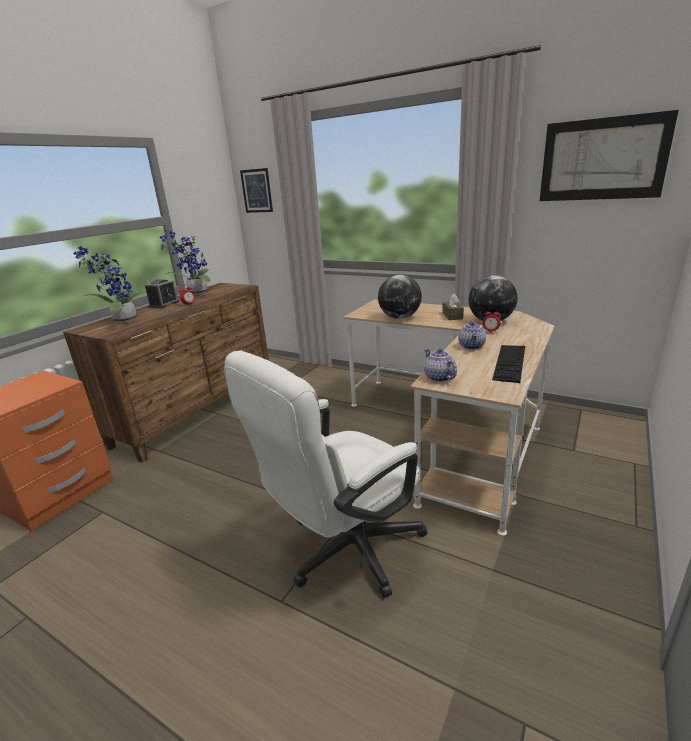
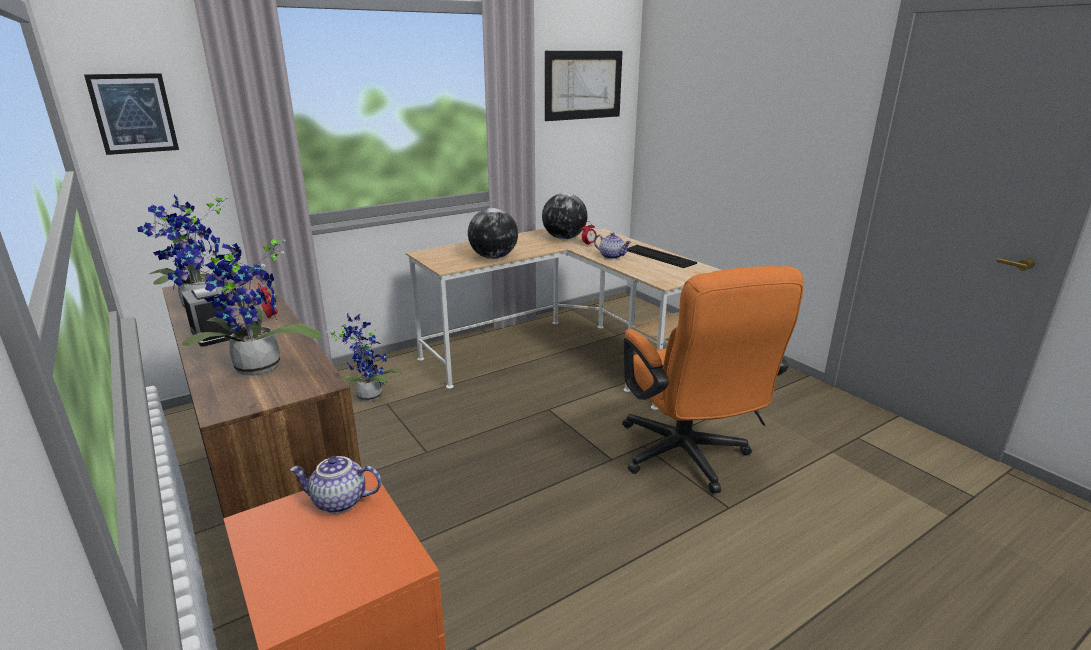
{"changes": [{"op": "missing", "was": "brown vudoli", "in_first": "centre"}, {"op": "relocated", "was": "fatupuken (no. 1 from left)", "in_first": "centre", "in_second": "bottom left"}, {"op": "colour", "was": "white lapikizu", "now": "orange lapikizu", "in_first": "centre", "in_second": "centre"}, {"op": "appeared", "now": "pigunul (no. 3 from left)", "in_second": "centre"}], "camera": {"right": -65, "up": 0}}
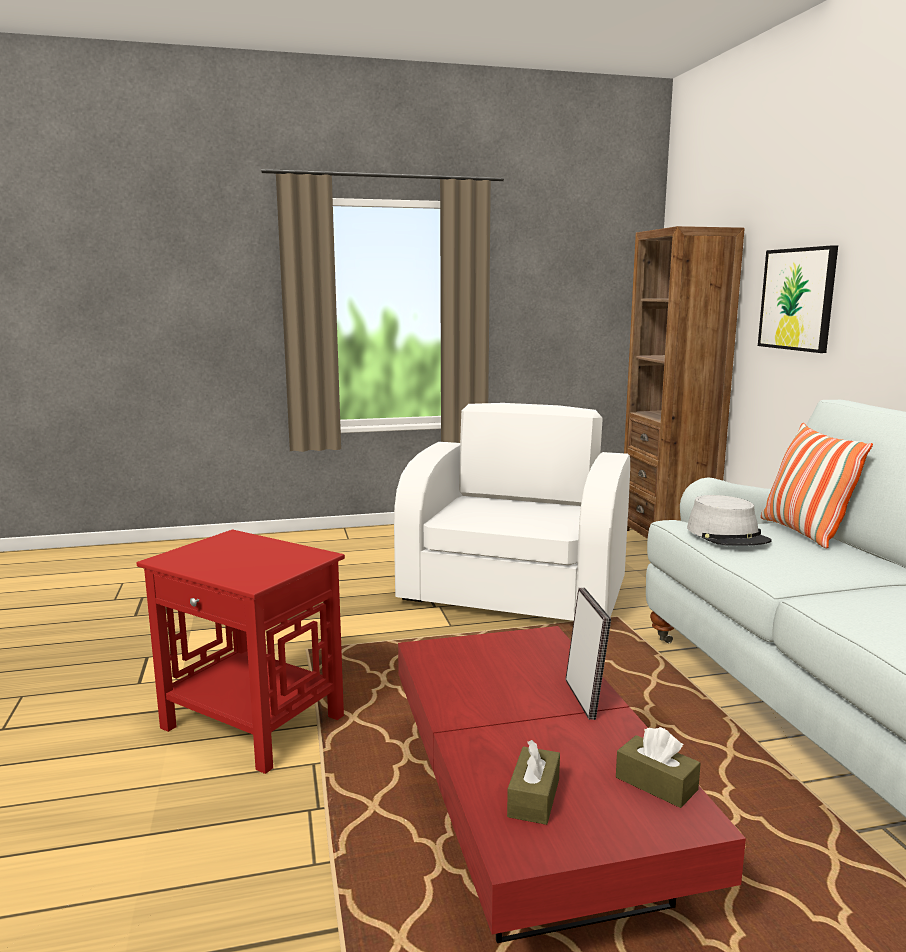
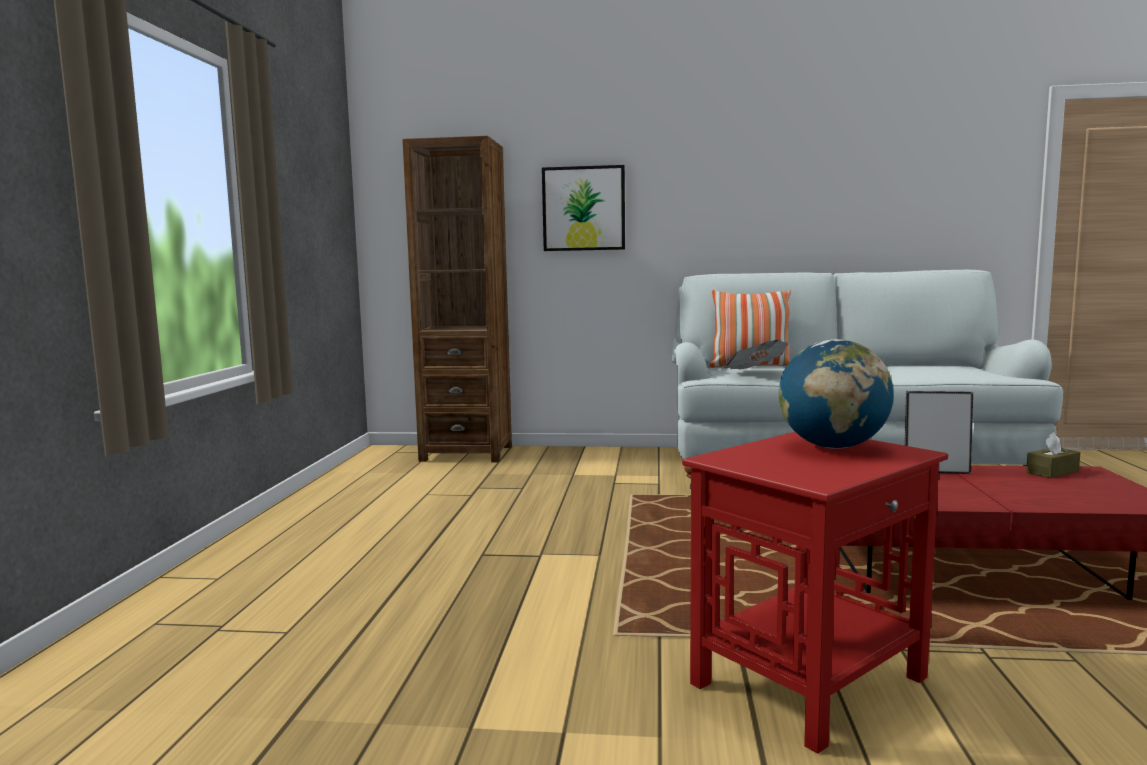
{"changes": [{"op": "missing", "was": "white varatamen", "in_first": "centre"}, {"op": "exchanged", "was": "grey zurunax", "now": "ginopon", "in_first": "middle right", "in_second": "centre"}, {"op": "missing", "was": "brown vudoli (no. 1 from left)", "in_first": "bottom centre"}, {"op": "appeared", "now": "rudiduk", "in_second": "middle right"}], "camera": {"right": -70, "up": -5}}
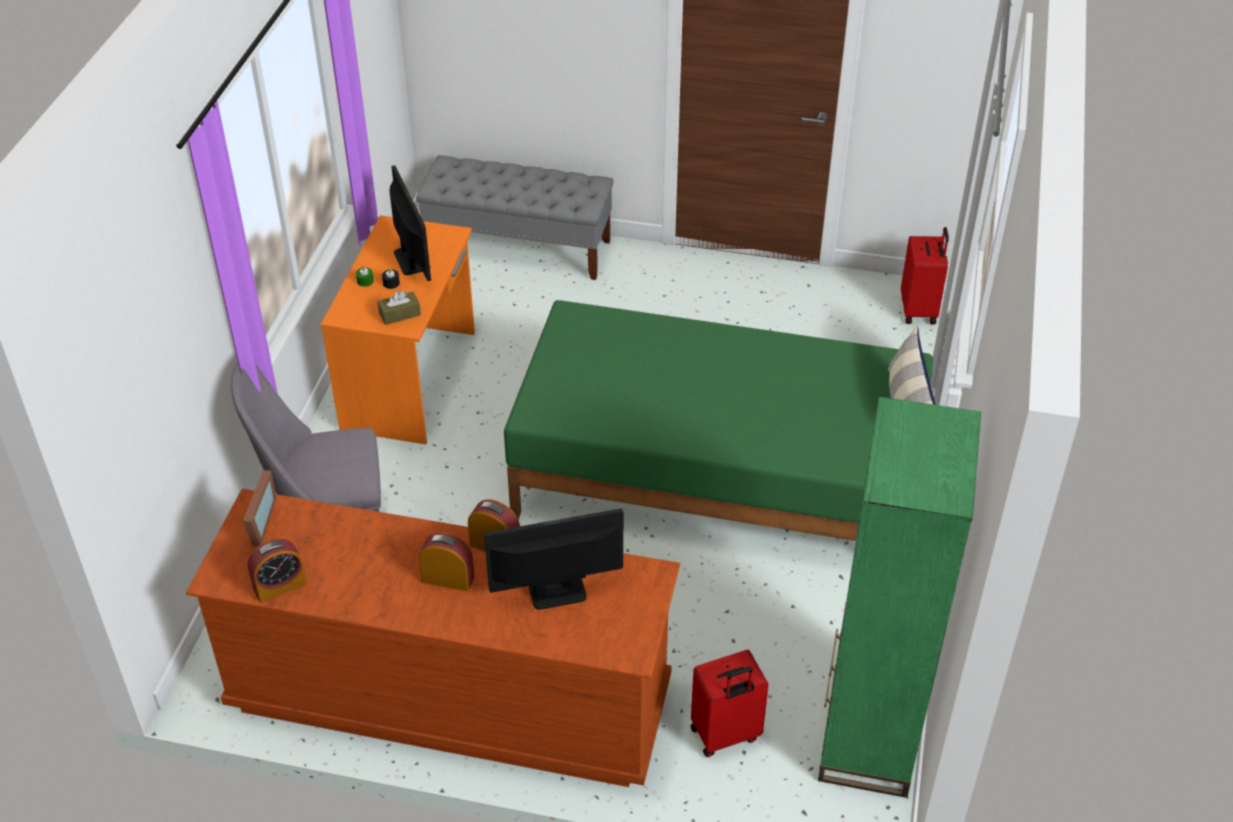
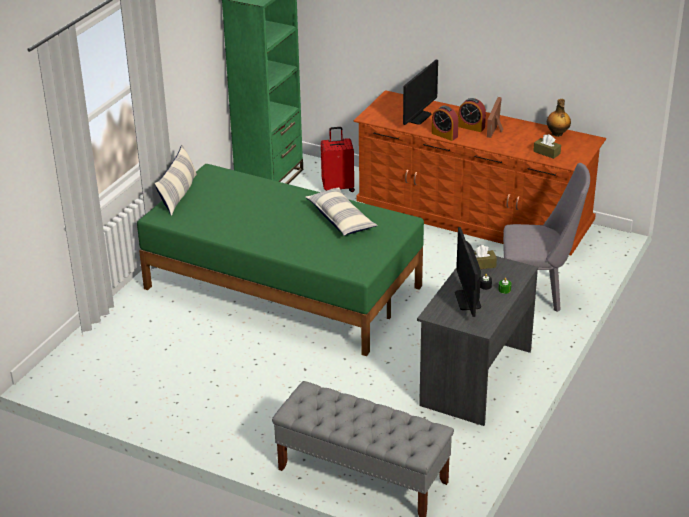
{"changes": [{"op": "colour", "was": "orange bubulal", "now": "grey bubulal", "in_first": "middle left", "in_second": "middle right"}, {"op": "missing", "was": "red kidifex (no. 2 from left)", "in_first": "middle right"}, {"op": "relocated", "was": "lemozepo", "in_first": "middle left", "in_second": "top right"}, {"op": "spun", "was": "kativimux (no. 2 from left in the first image)", "in_first": "bottom centre", "in_second": "top centre", "clockwise": -60}, {"op": "exchanged", "was": "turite (no. 1 from left)", "now": "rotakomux", "in_first": "bottom left", "in_second": "top right"}, {"op": "appeared", "now": "brown vudoli (no. 2 from left)", "in_second": "top right"}, {"op": "appeared", "now": "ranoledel (no. 2 from left)", "in_second": "centre"}], "camera": {"right": -165, "up": -10}}
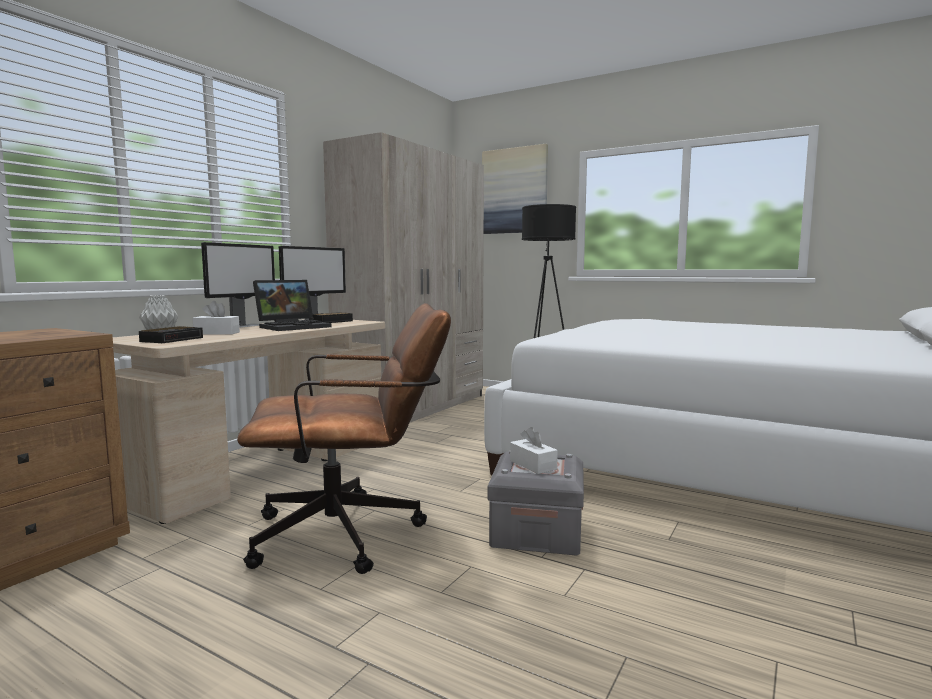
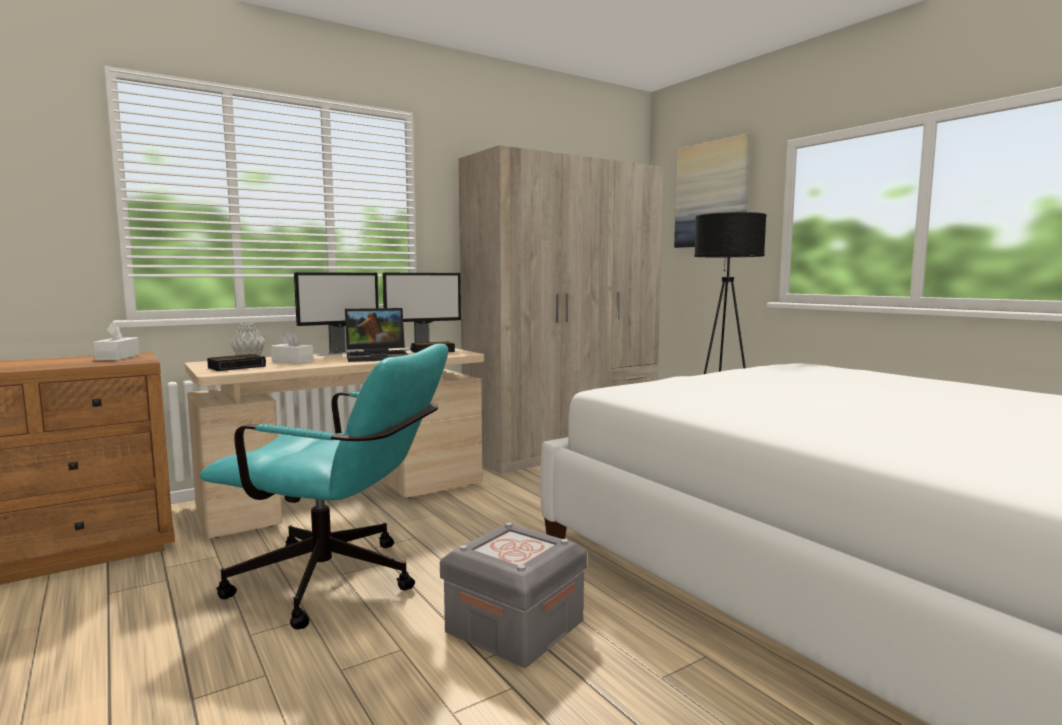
{"changes": [{"op": "colour", "was": "brown lapikizu", "now": "turquoise lapikizu", "in_first": "centre", "in_second": "bottom left"}, {"op": "relocated", "was": "white vudoli (no. 2 from left in the first image)", "now": "white vudoli (no. 1 from left)", "in_first": "centre", "in_second": "middle left"}], "camera": {"right": 25, "up": 0}}
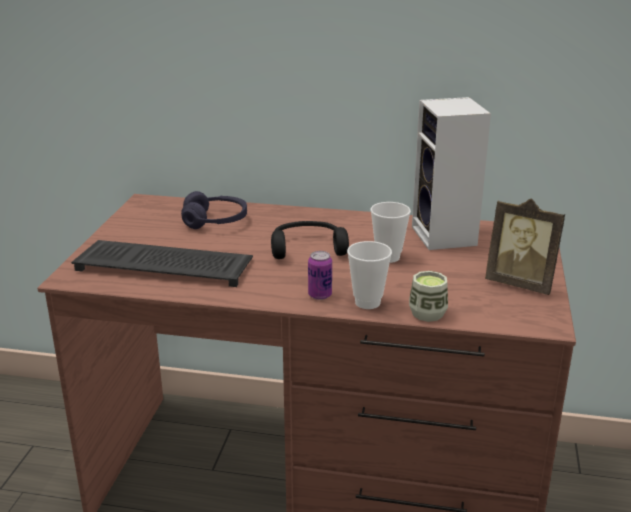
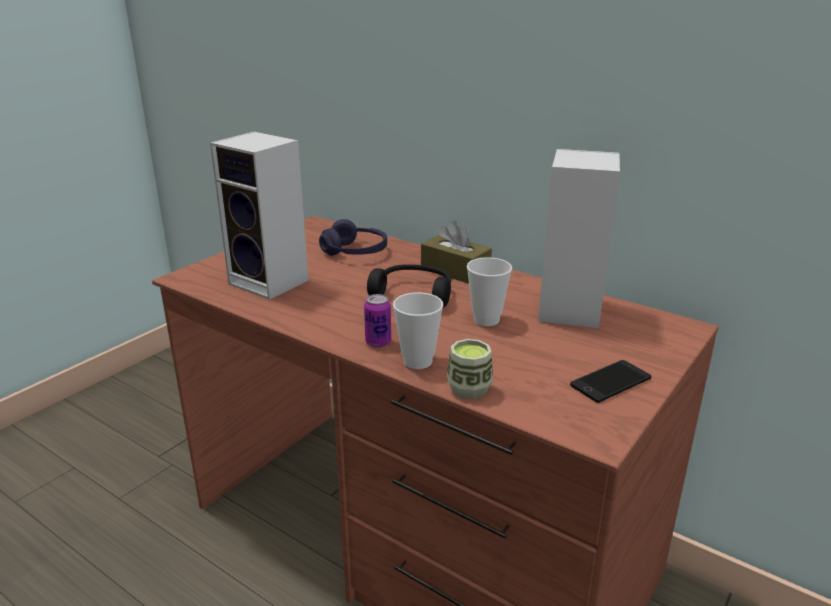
{"changes": [{"op": "exchanged", "was": "lemozepo", "now": "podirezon", "in_first": "middle right", "in_second": "middle right"}, {"op": "exchanged", "was": "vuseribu", "now": "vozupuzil (no. 1 from left)", "in_first": "middle left", "in_second": "middle left"}, {"op": "appeared", "now": "brown vudoli", "in_second": "centre"}], "camera": {"right": 25, "up": 0}}
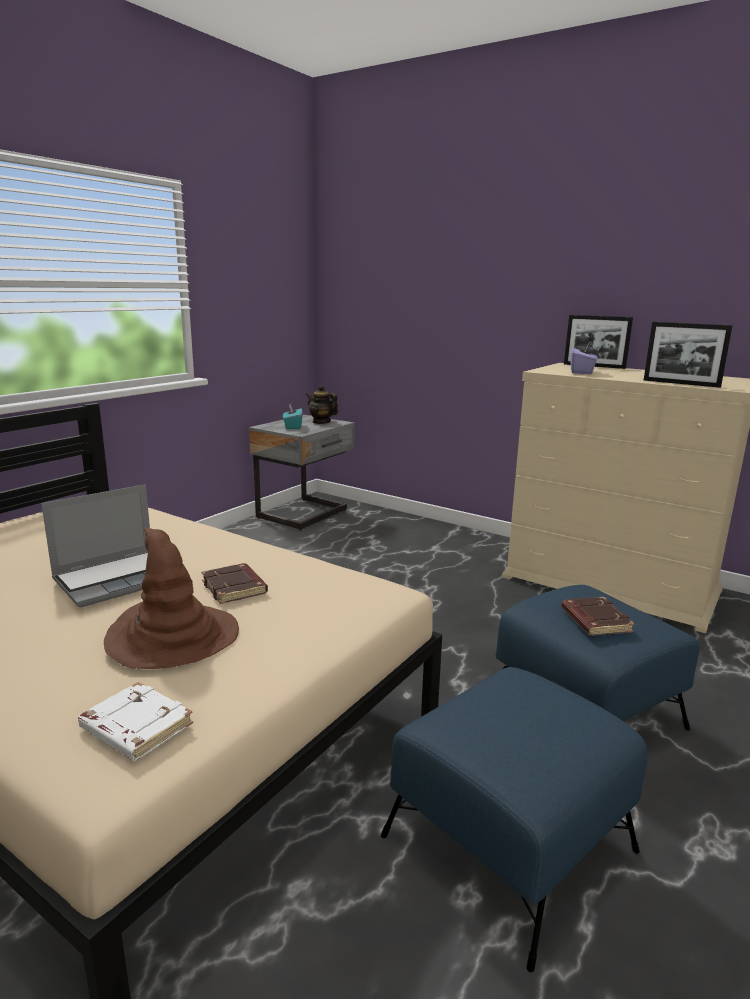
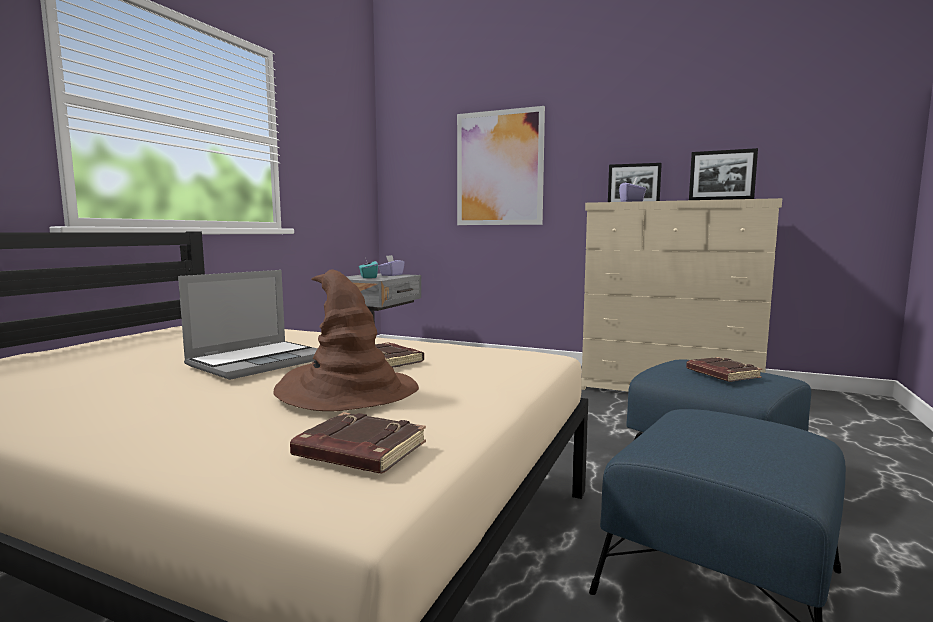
{"changes": [{"op": "exchanged", "was": "fatupuken", "now": "purple vudoli (no. 1 from left)", "in_first": "centre", "in_second": "centre"}, {"op": "colour", "was": "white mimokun", "now": "brown mimokun (no. 1 from left)", "in_first": "bottom left", "in_second": "bottom centre"}, {"op": "appeared", "now": "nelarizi", "in_second": "top centre"}], "camera": {"right": -10, "up": -10}}
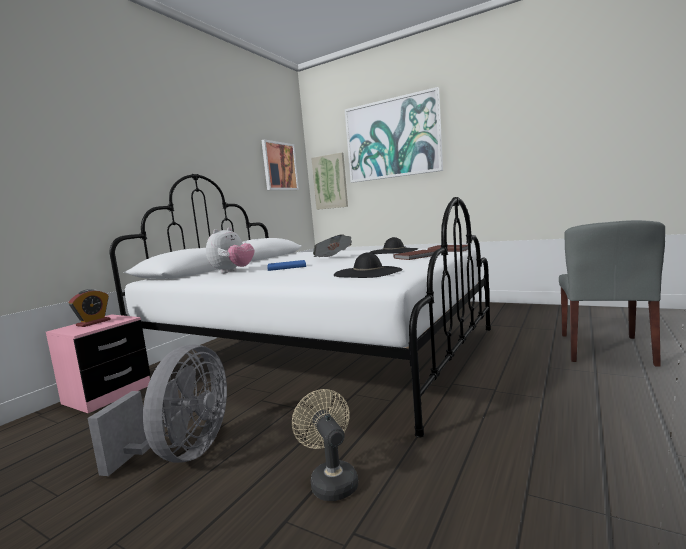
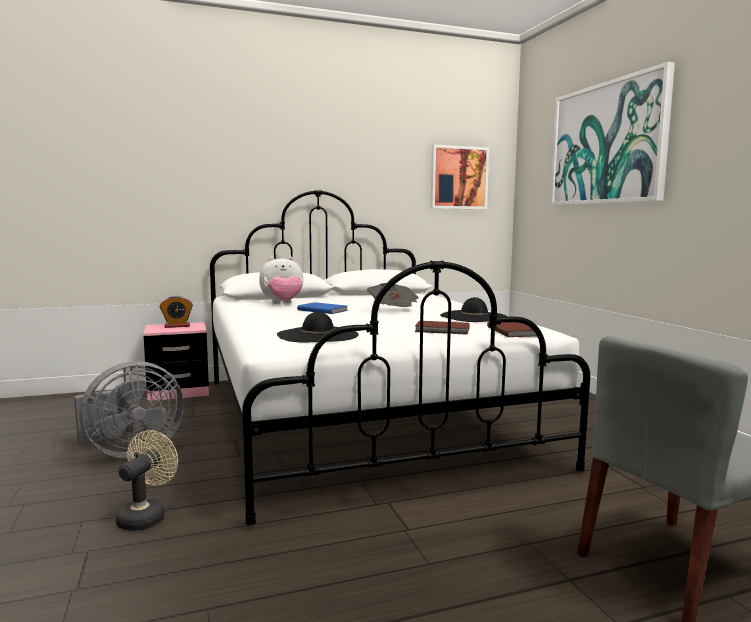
{"changes": [{"op": "missing", "was": "nelarizi (no. 2 from left)", "in_first": "top centre"}], "camera": {"right": 40, "up": 0}}
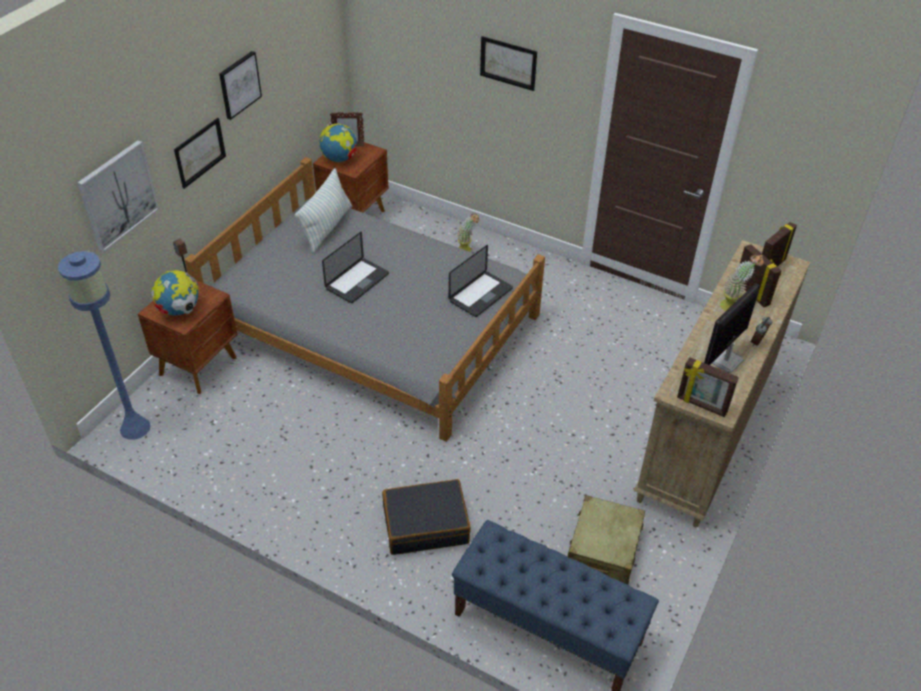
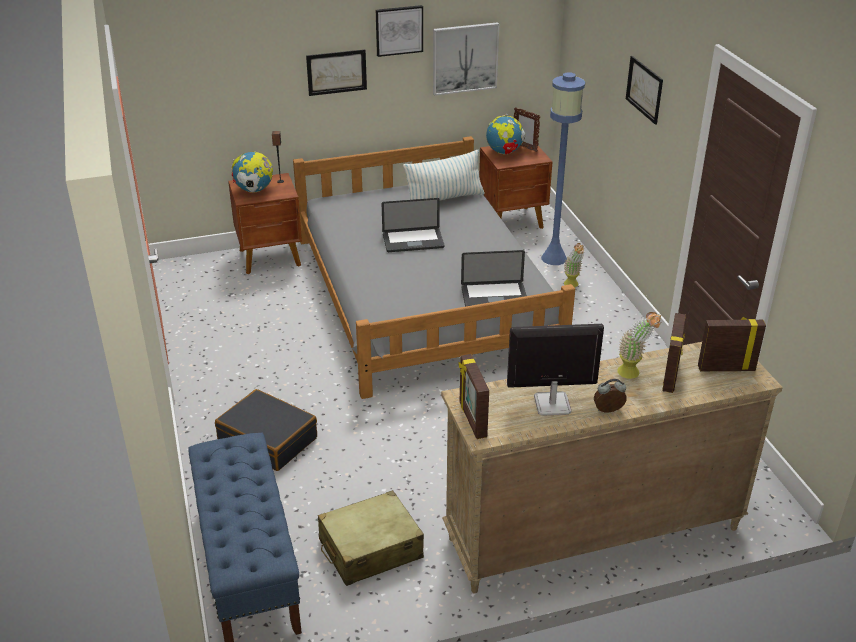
{"changes": [{"op": "relocated", "was": "nelarizi (no. 1 from left in the first image)", "now": "nelarizi (no. 3 from left)", "in_first": "top left", "in_second": "top centre"}, {"op": "relocated", "was": "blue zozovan", "in_first": "middle left", "in_second": "top centre"}], "camera": {"right": 45, "up": -10}}
